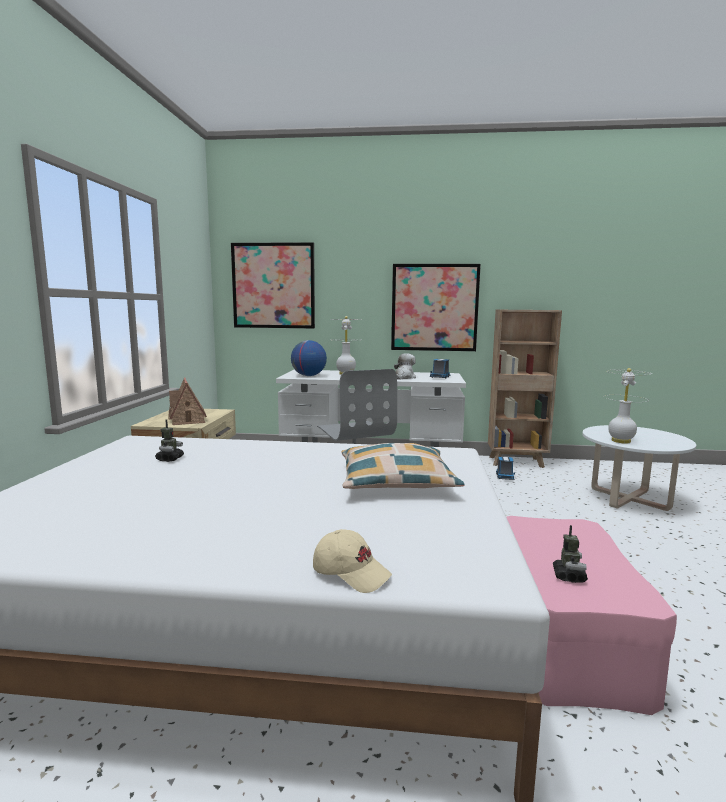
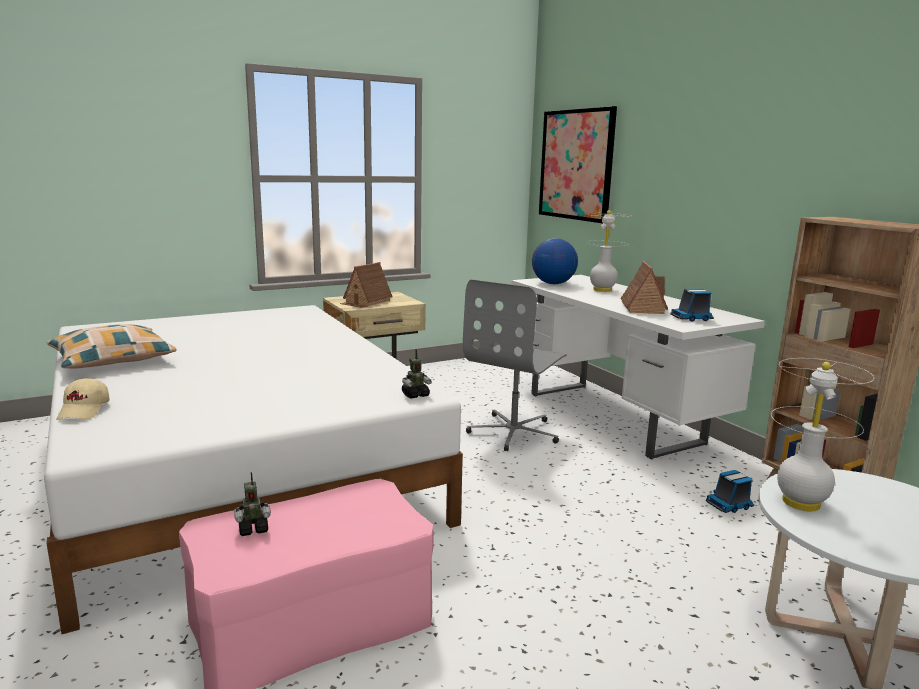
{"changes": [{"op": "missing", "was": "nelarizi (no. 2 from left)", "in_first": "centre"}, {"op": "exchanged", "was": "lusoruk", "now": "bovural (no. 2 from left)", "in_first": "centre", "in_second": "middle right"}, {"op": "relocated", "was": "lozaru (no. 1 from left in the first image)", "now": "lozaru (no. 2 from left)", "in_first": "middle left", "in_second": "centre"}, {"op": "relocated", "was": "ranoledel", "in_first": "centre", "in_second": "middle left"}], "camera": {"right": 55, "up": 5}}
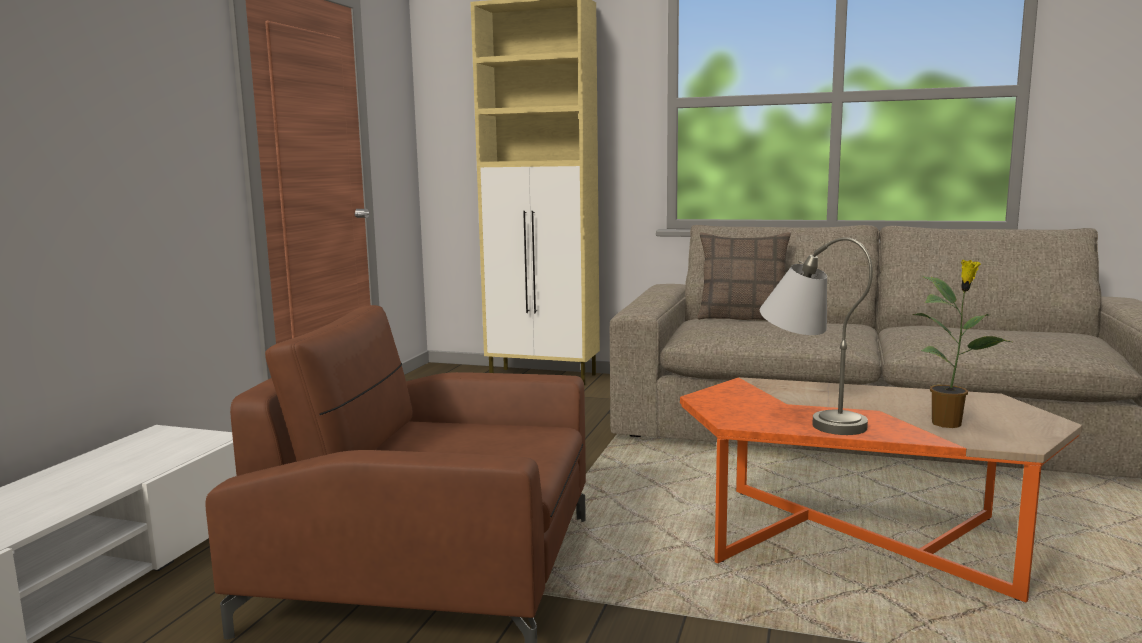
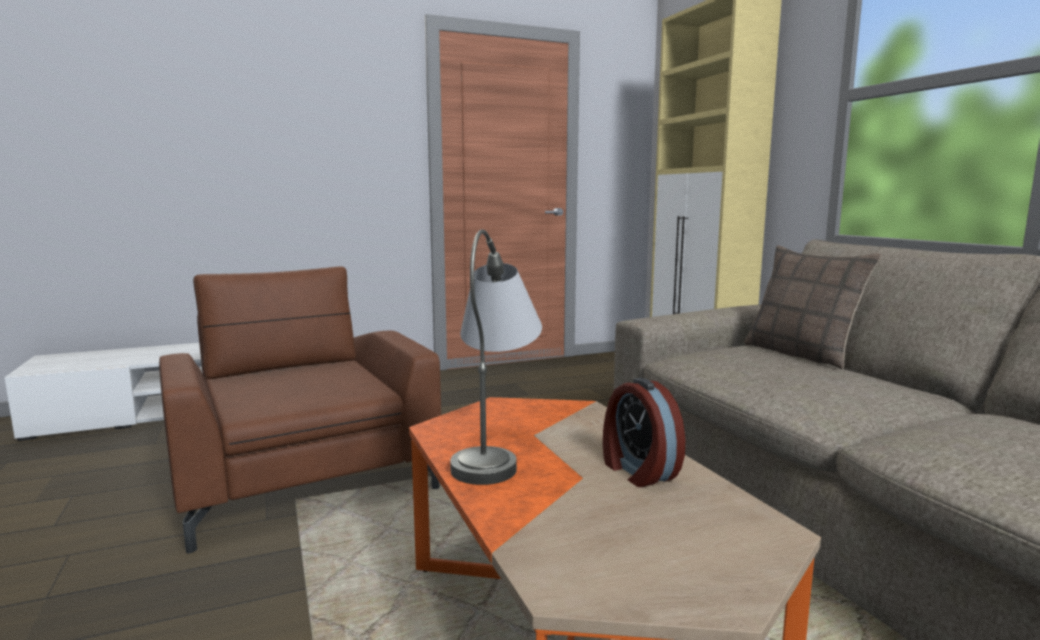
{"changes": [{"op": "missing", "was": "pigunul", "in_first": "middle right"}, {"op": "appeared", "now": "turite", "in_second": "bottom centre"}], "camera": {"right": 50, "up": 0}}
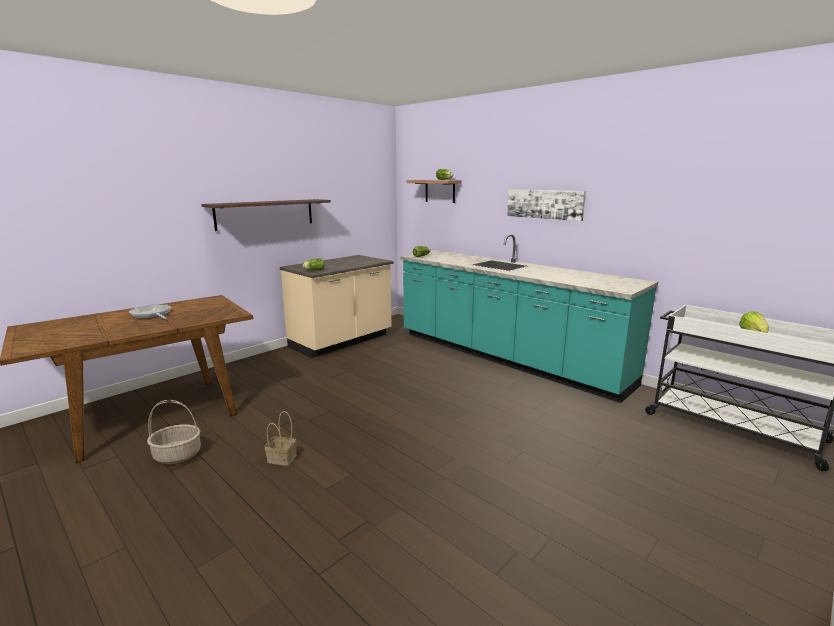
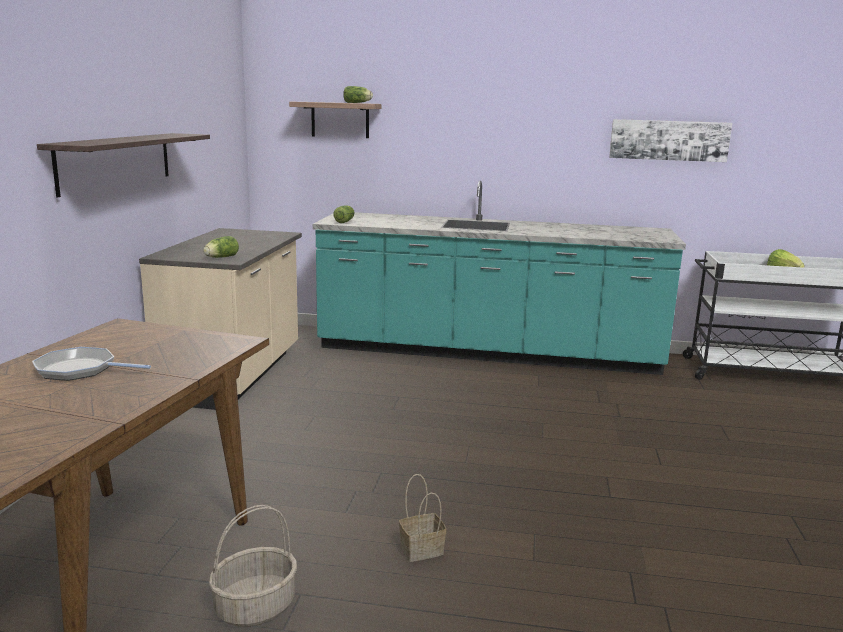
{"changes": [{"op": "relocated", "was": "nelarizi", "in_first": "top centre", "in_second": "top right"}], "camera": {"right": -35, "up": 0}}
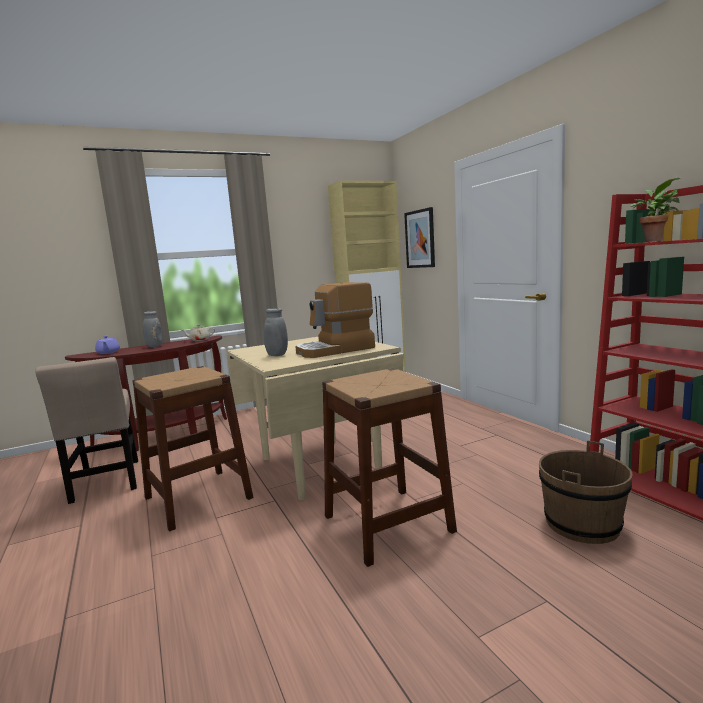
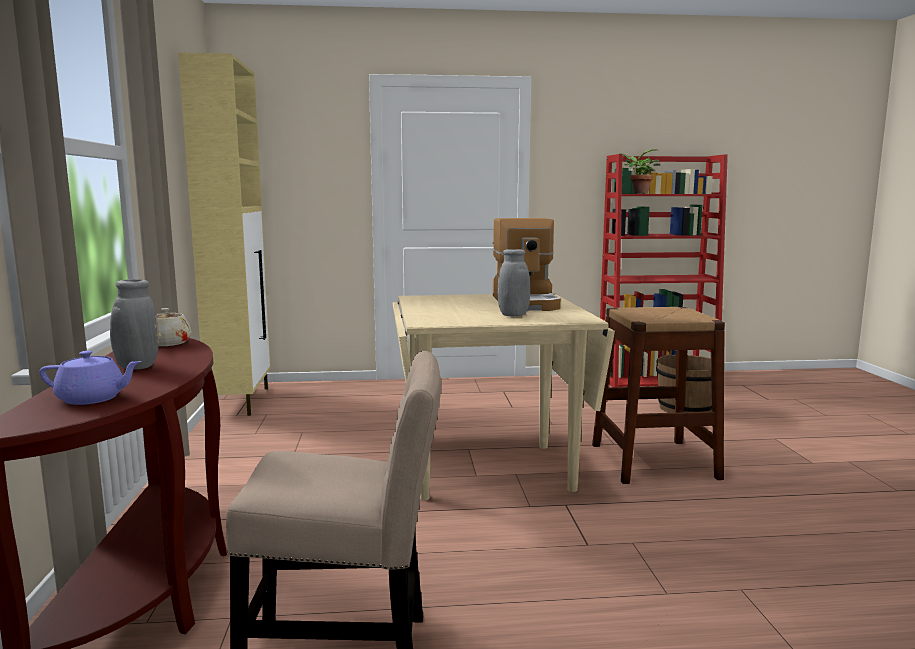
{"changes": [{"op": "missing", "was": "nelarizi", "in_first": "centre"}, {"op": "missing", "was": "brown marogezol (no. 1 from left)", "in_first": "middle left"}], "camera": {"right": -70, "up": 0}}
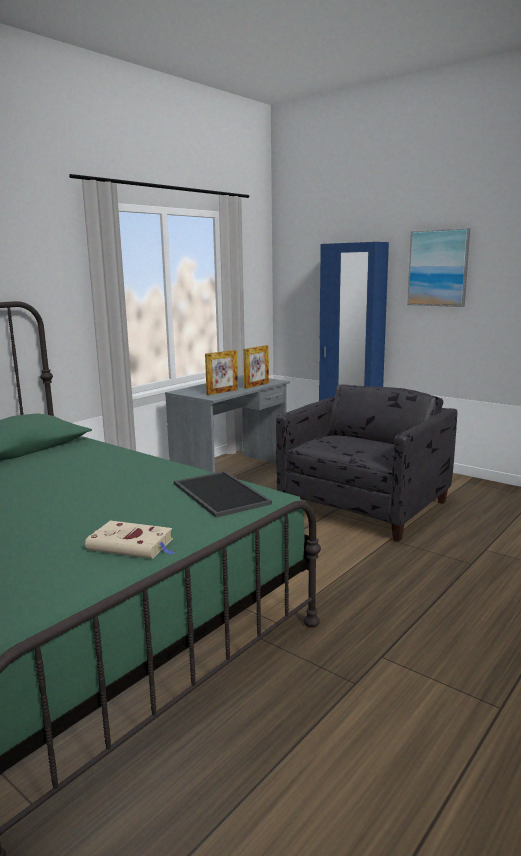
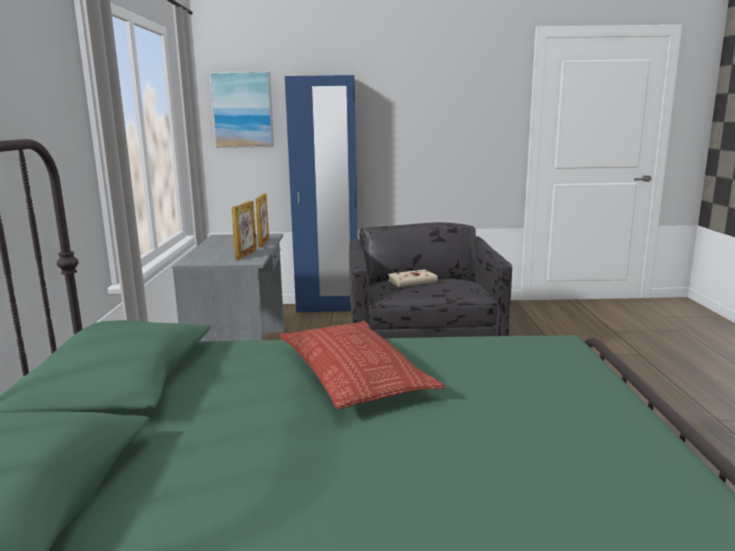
{"changes": [{"op": "relocated", "was": "nelarizi", "in_first": "top right", "in_second": "top left"}, {"op": "missing", "was": "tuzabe", "in_first": "centre"}, {"op": "relocated", "was": "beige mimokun", "in_first": "middle left", "in_second": "centre"}, {"op": "appeared", "now": "ranoledel", "in_second": "centre"}], "camera": {"right": -40, "up": 0}}
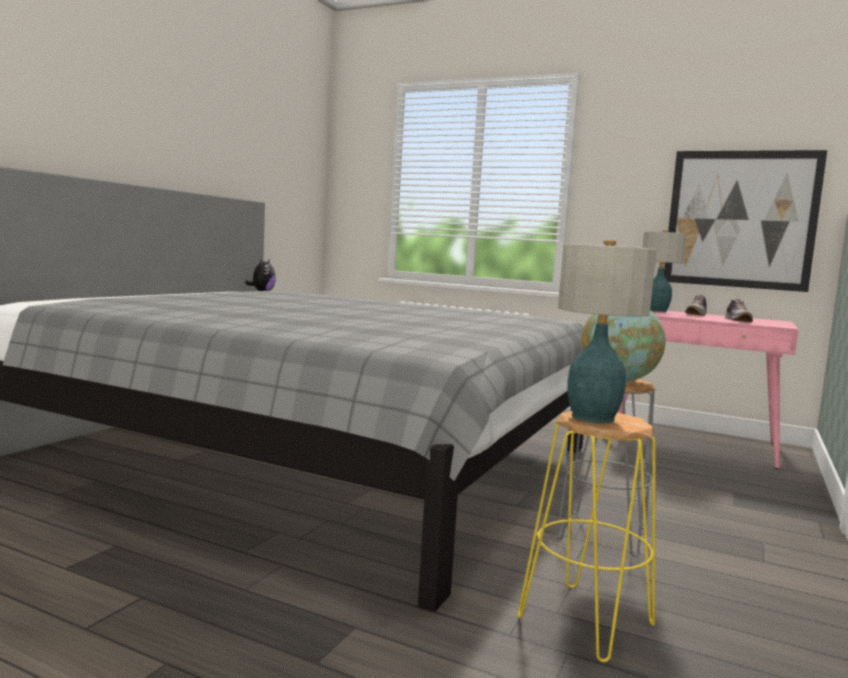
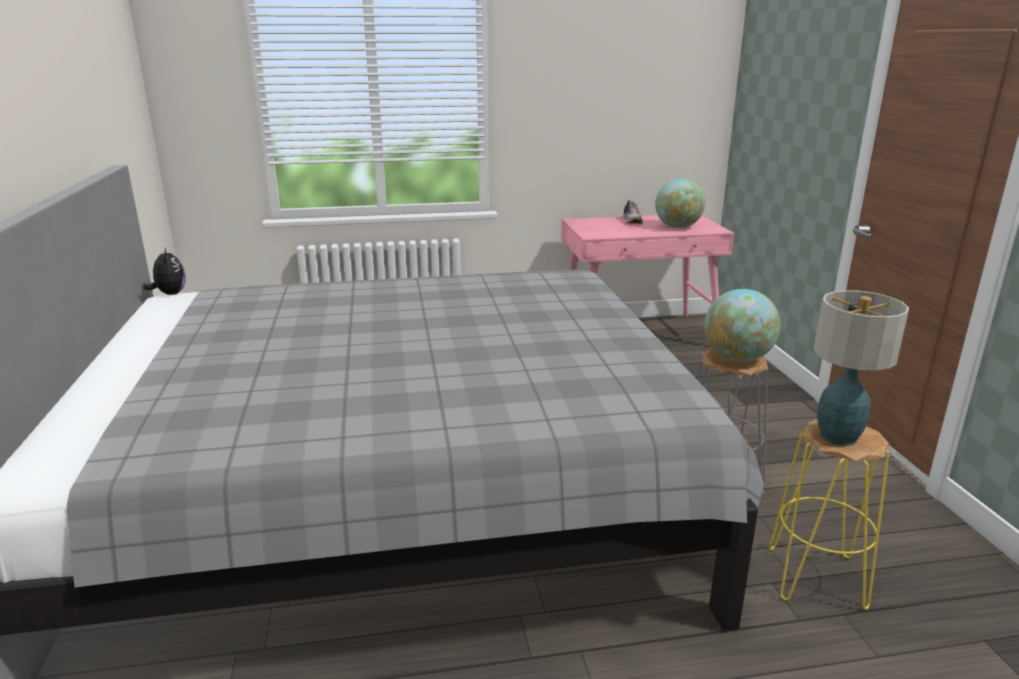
{"changes": [{"op": "missing", "was": "nelarizi", "in_first": "top right"}, {"op": "missing", "was": "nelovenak (no. 2 from left)", "in_first": "middle right"}, {"op": "exchanged", "was": "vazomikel (no. 2 from left)", "now": "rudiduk (no. 1 from left)", "in_first": "middle right", "in_second": "top right"}], "camera": {"right": -35, "up": 15}}
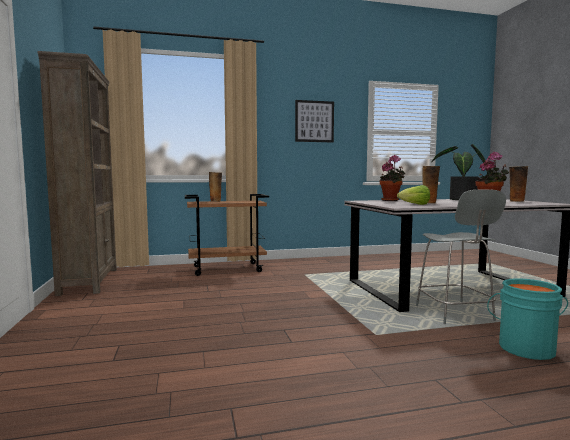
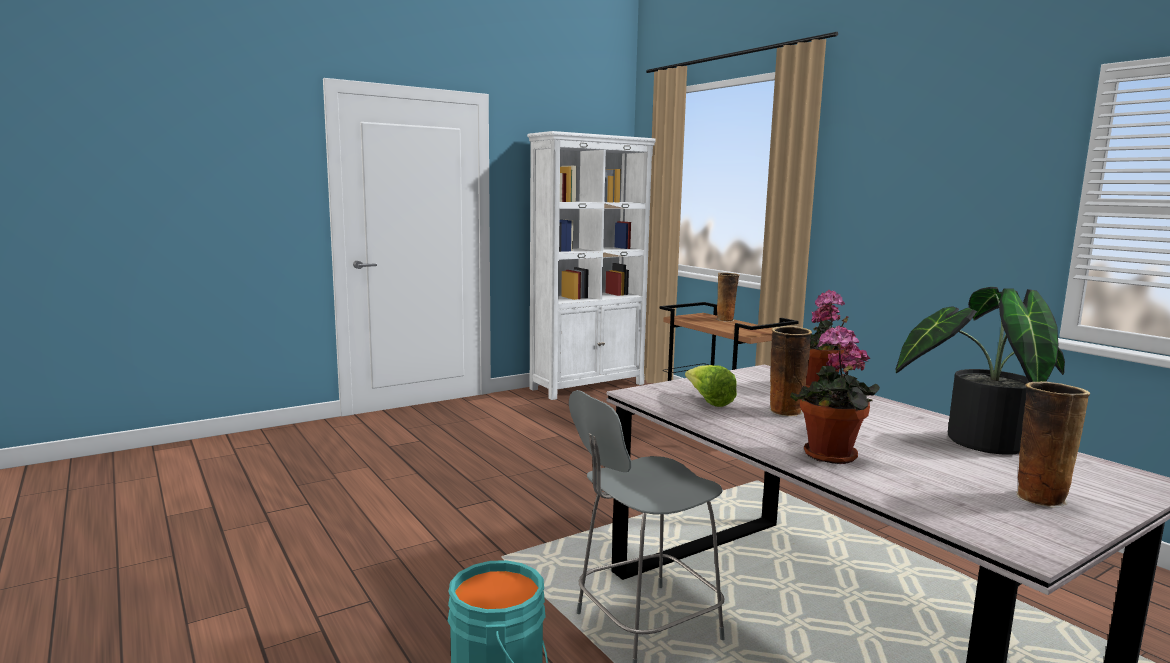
{"changes": [{"op": "colour", "was": "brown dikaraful", "now": "white dikaraful", "in_first": "middle left", "in_second": "centre"}, {"op": "missing", "was": "nelarizi", "in_first": "top centre"}], "camera": {"right": 70, "up": 5}}
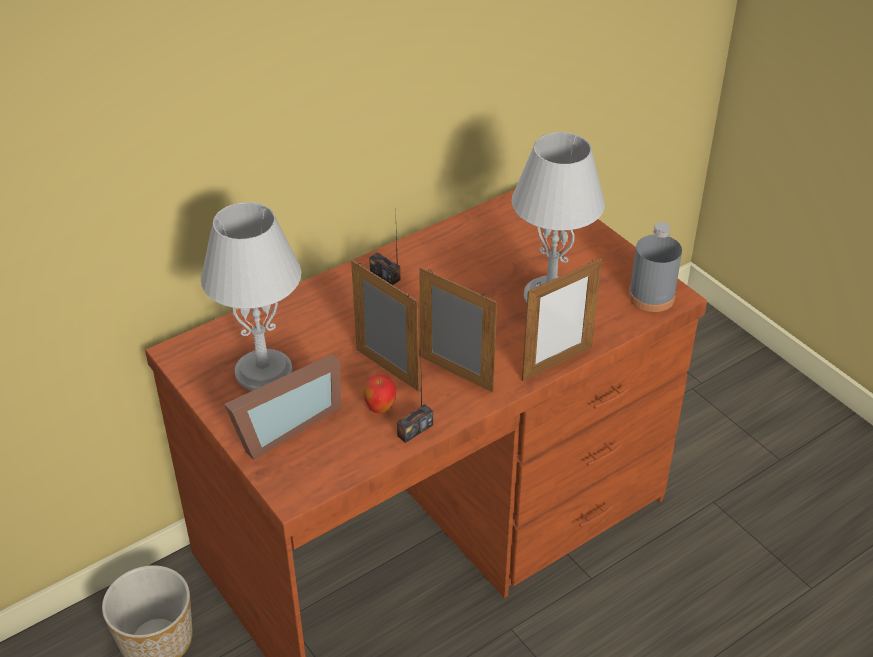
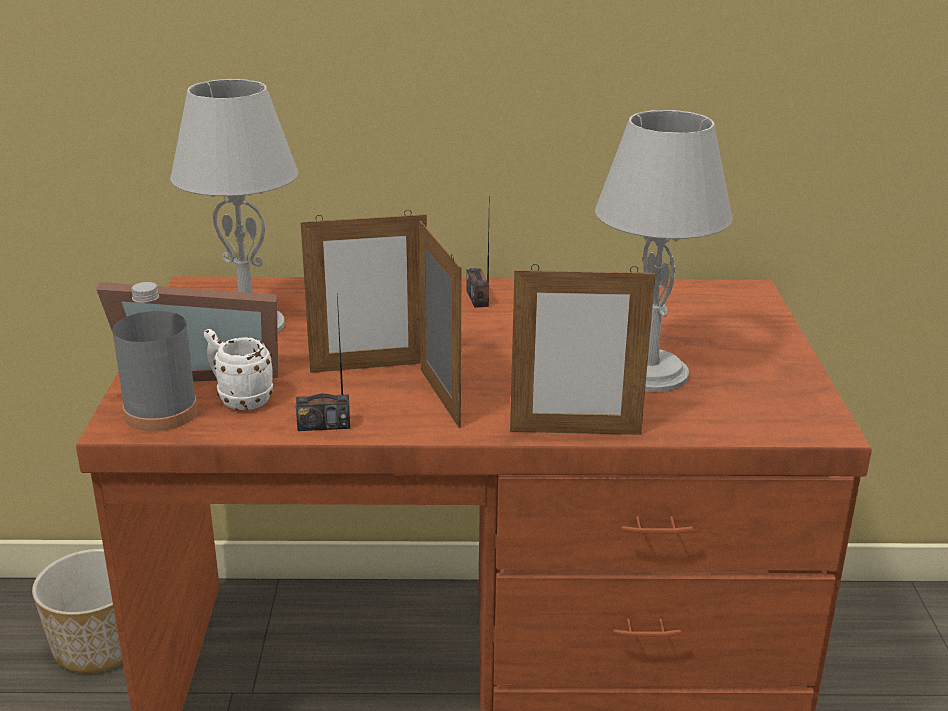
{"changes": [{"op": "relocated", "was": "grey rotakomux", "in_first": "middle right", "in_second": "middle left"}, {"op": "spun", "was": "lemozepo (no. 2 from left)", "in_first": "centre", "in_second": "centre", "clockwise": 90}, {"op": "missing", "was": "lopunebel", "in_first": "centre"}, {"op": "appeared", "now": "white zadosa", "in_second": "middle left"}], "camera": {"right": 35, "up": -15}}
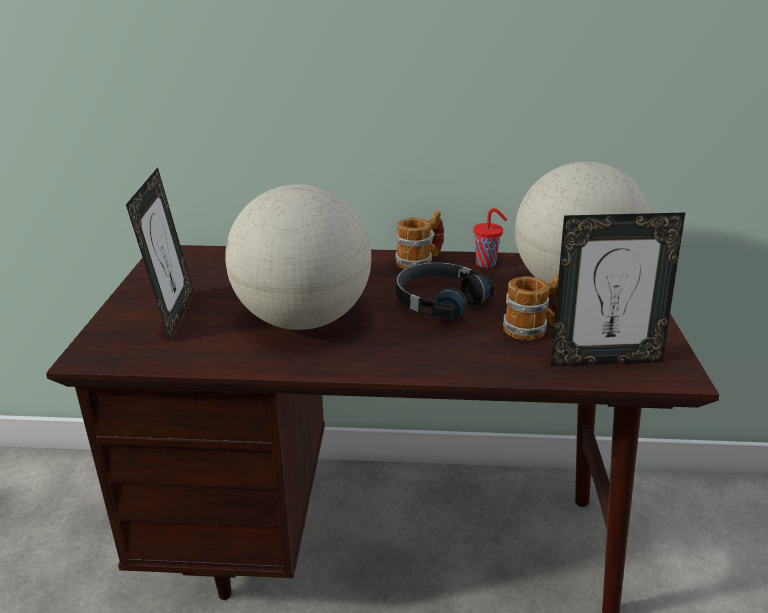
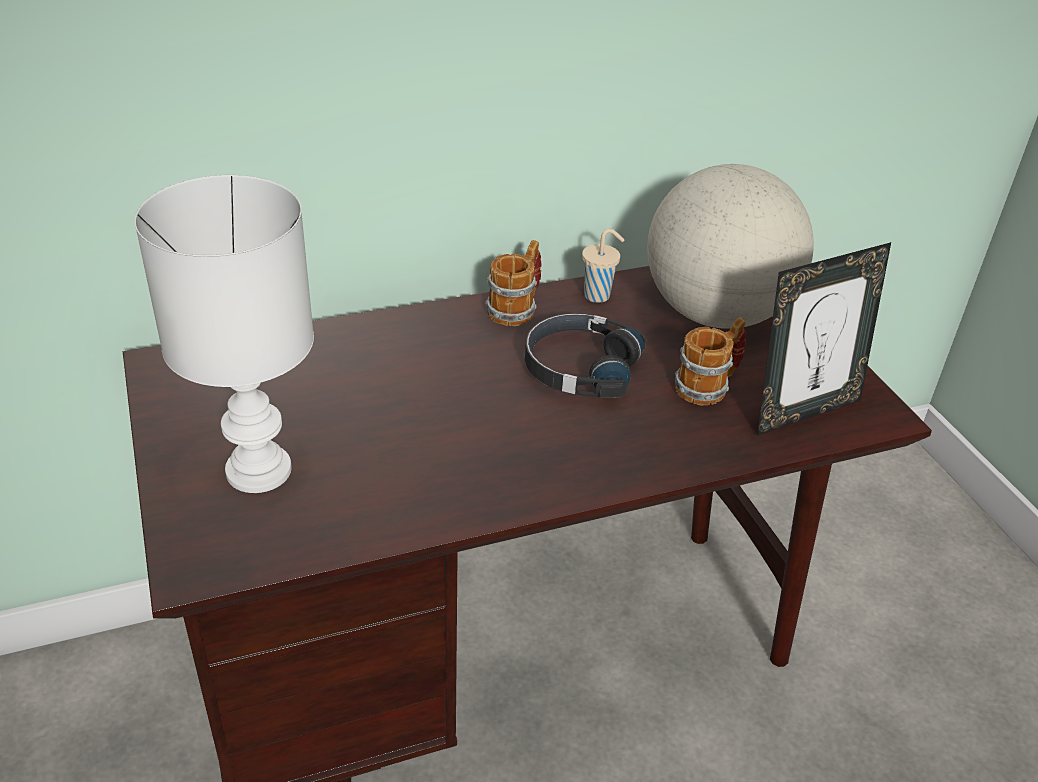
{"changes": [{"op": "exchanged", "was": "lemozepo (no. 1 from left)", "now": "white nelovenak", "in_first": "middle left", "in_second": "middle left"}, {"op": "missing", "was": "rudiduk (no. 1 from left)", "in_first": "centre"}, {"op": "colour", "was": "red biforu", "now": "beige biforu", "in_first": "centre", "in_second": "centre"}], "camera": {"right": -25, "up": 10}}
